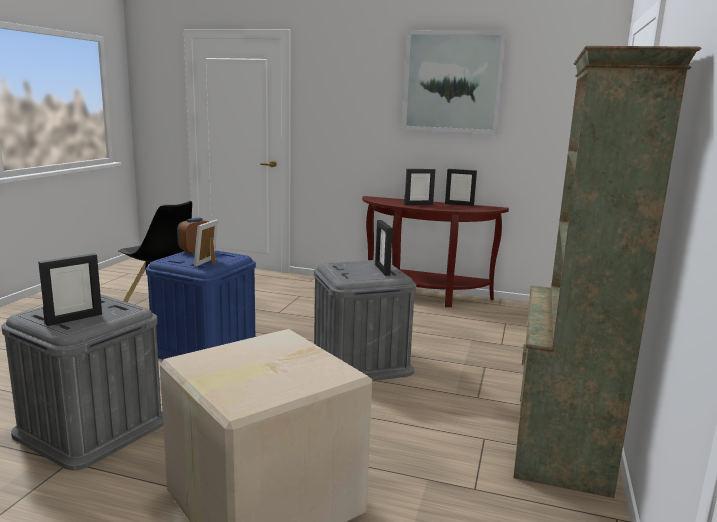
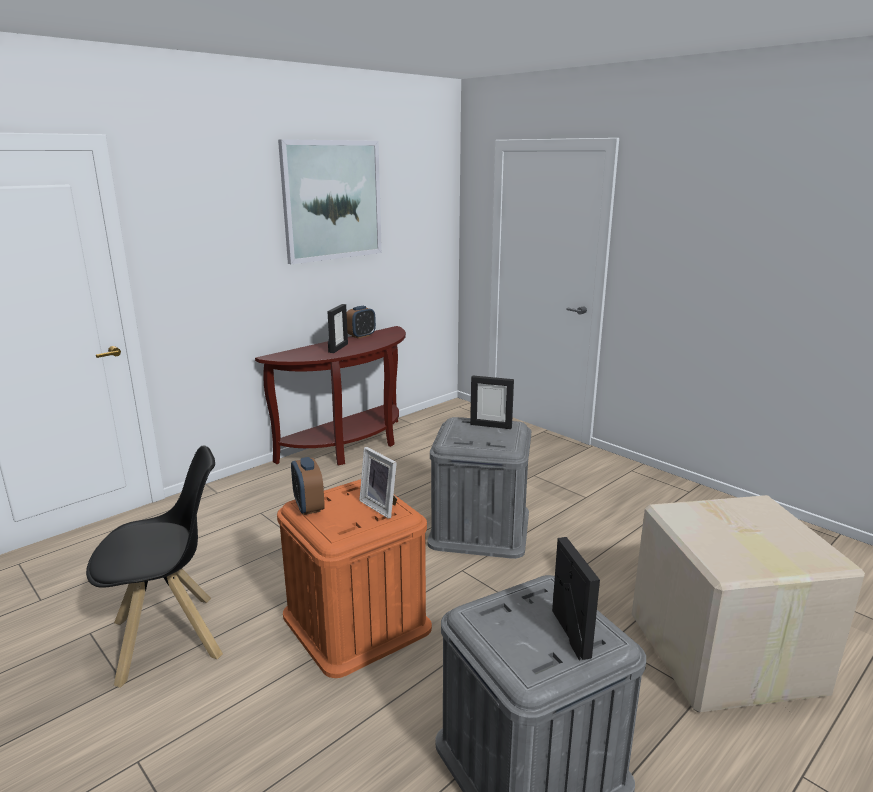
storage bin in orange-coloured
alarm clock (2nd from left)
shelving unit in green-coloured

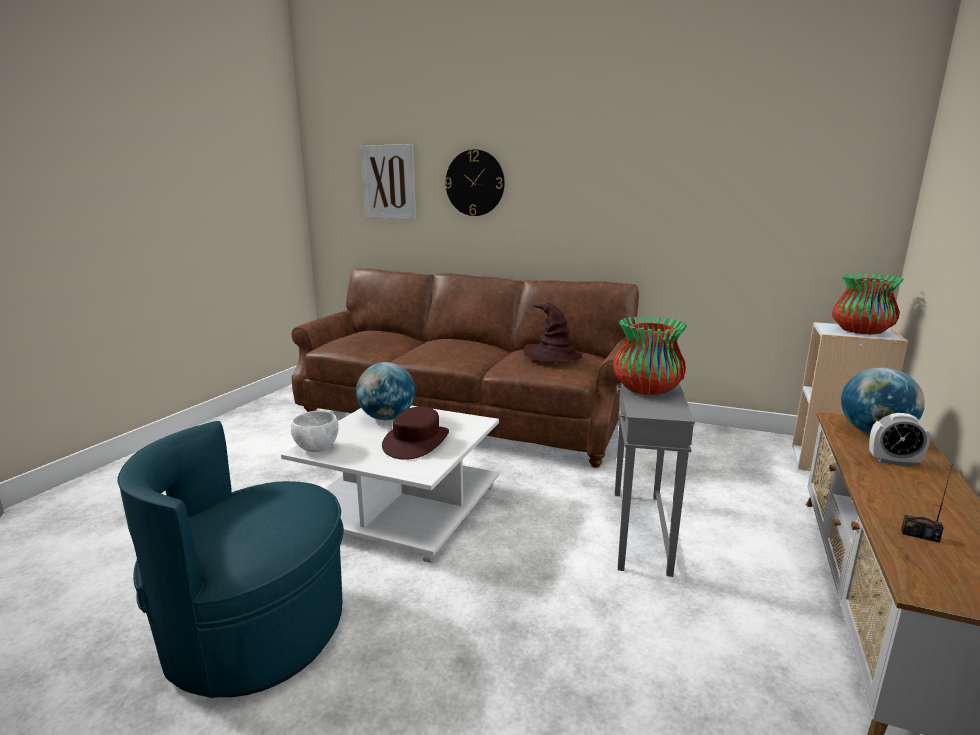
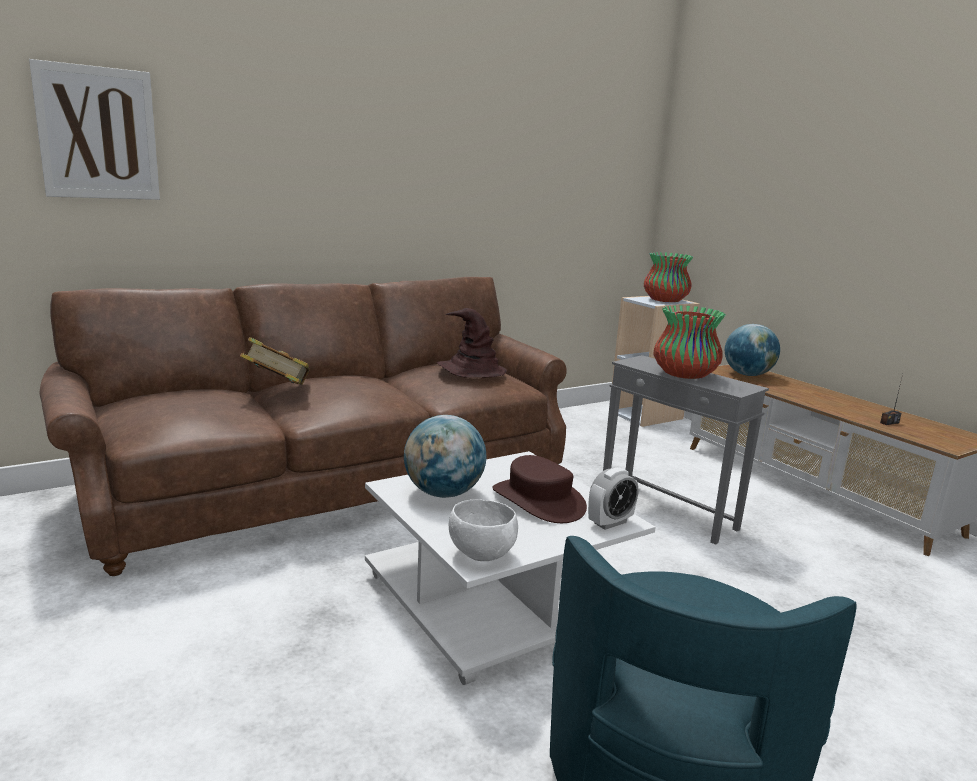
wall clock
alarm clock
book

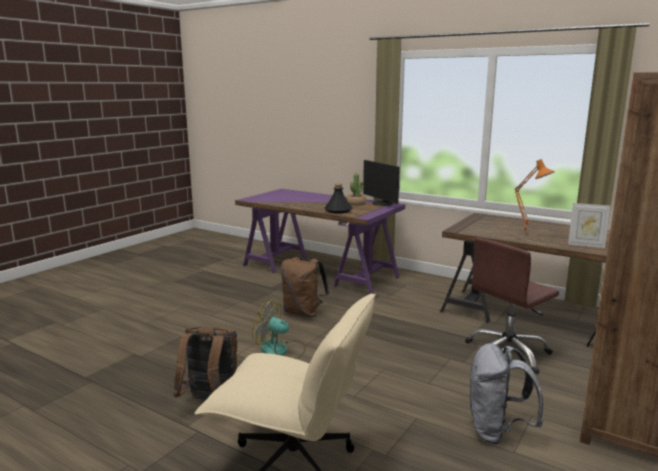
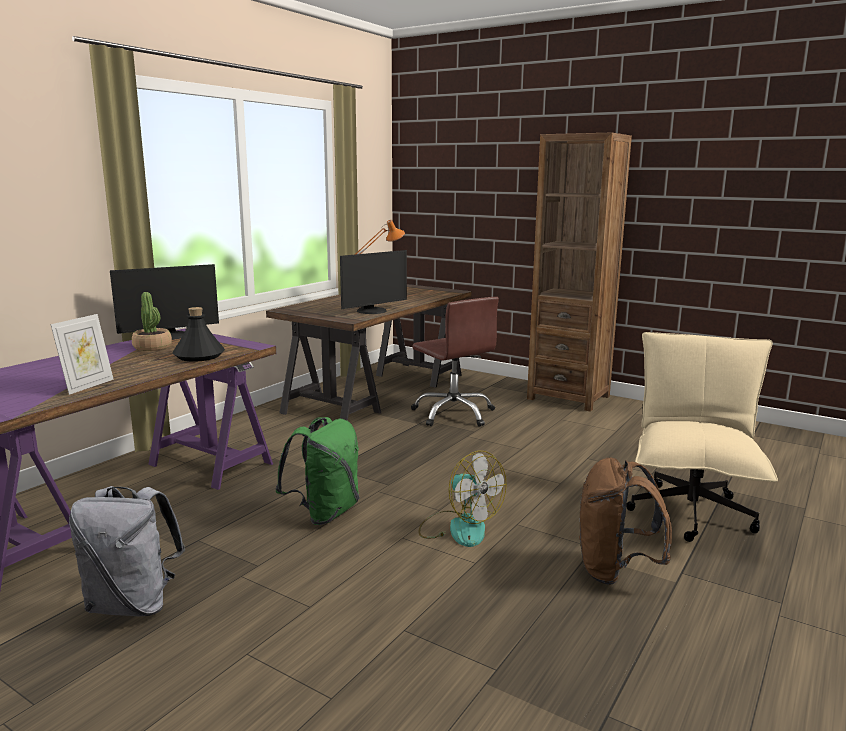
fan
backpack in green-coloured
backpack in grey
picture frame
computer display (2nd from left)

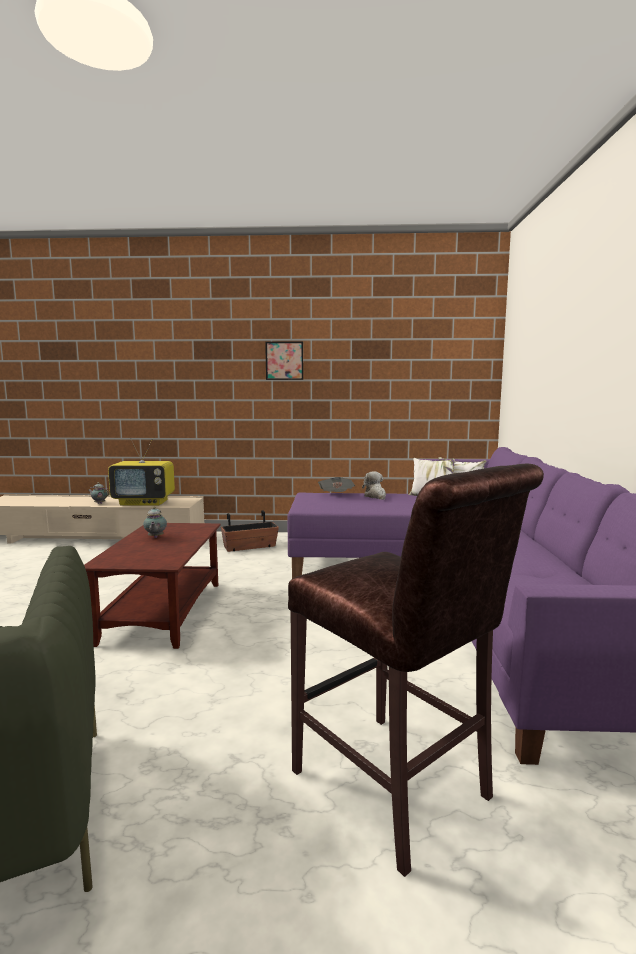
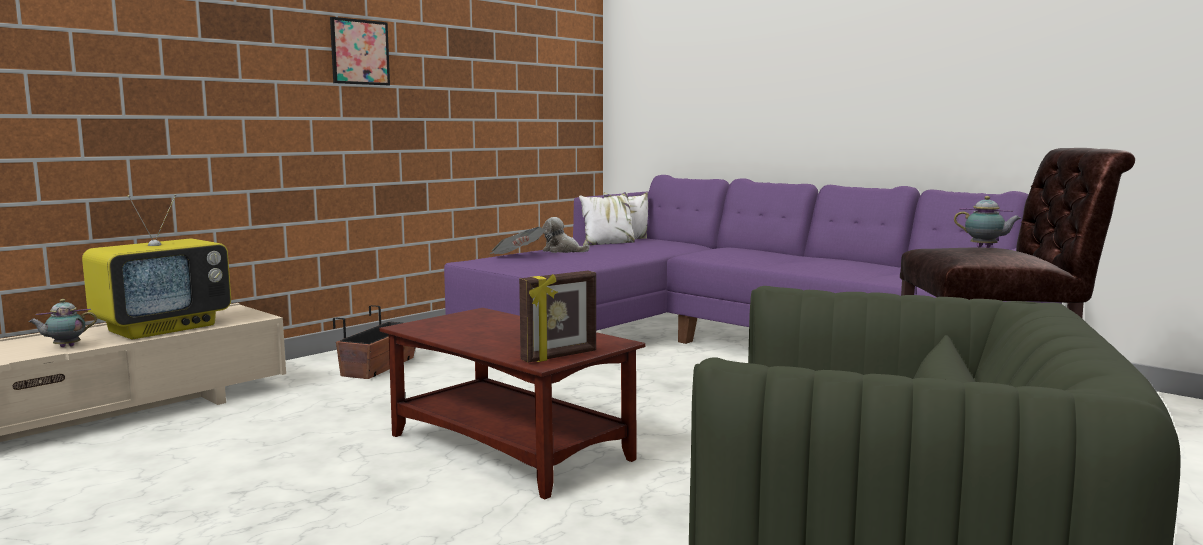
tea pot (2nd from left)
picture frame

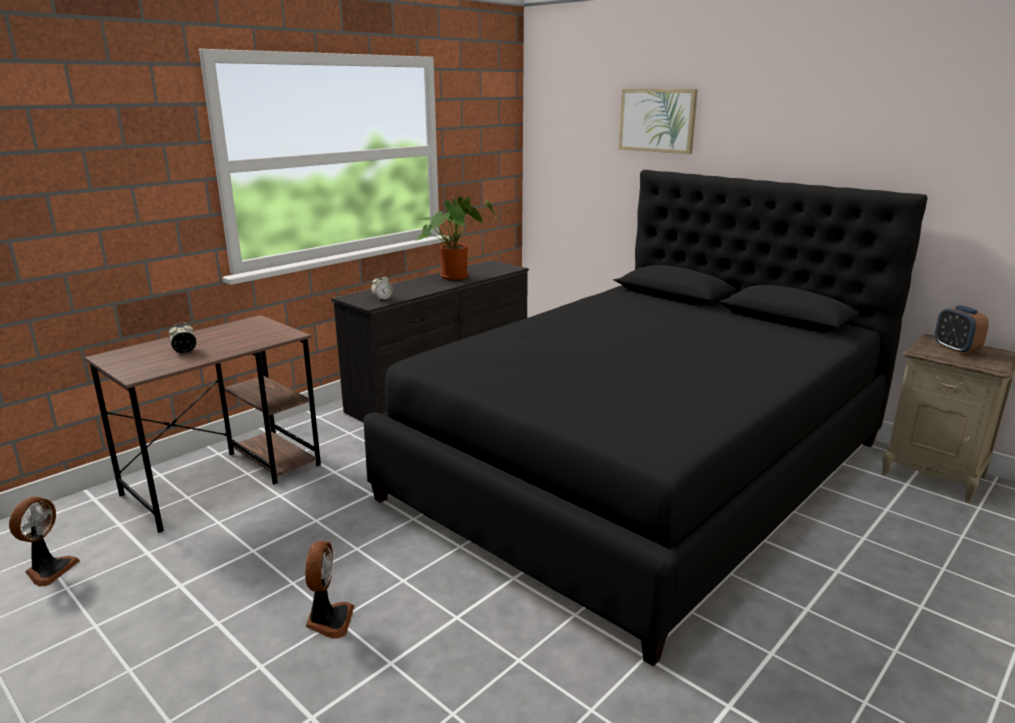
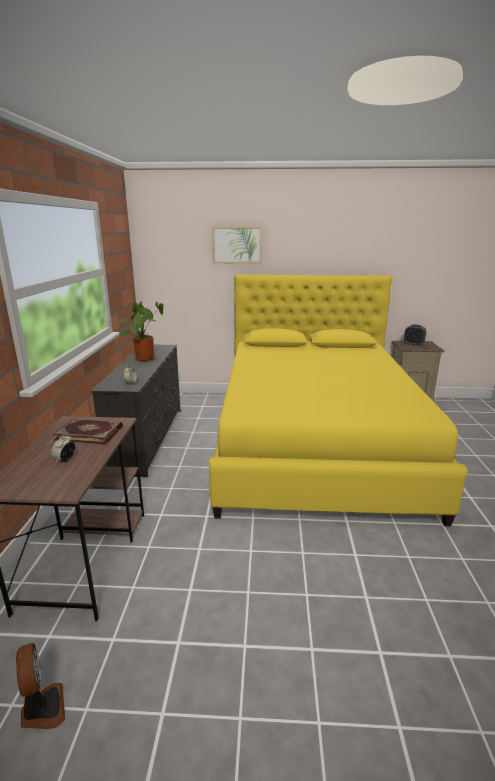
fan (2nd from left in the first image)
sleeping bed in yellow
book

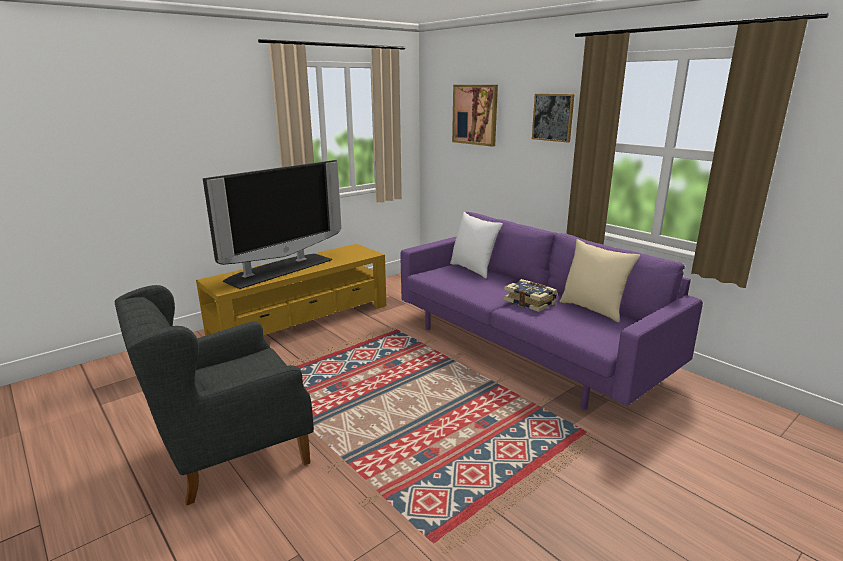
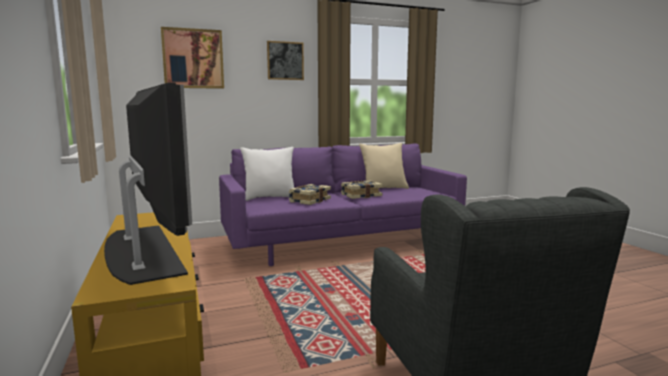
book (1st from left)

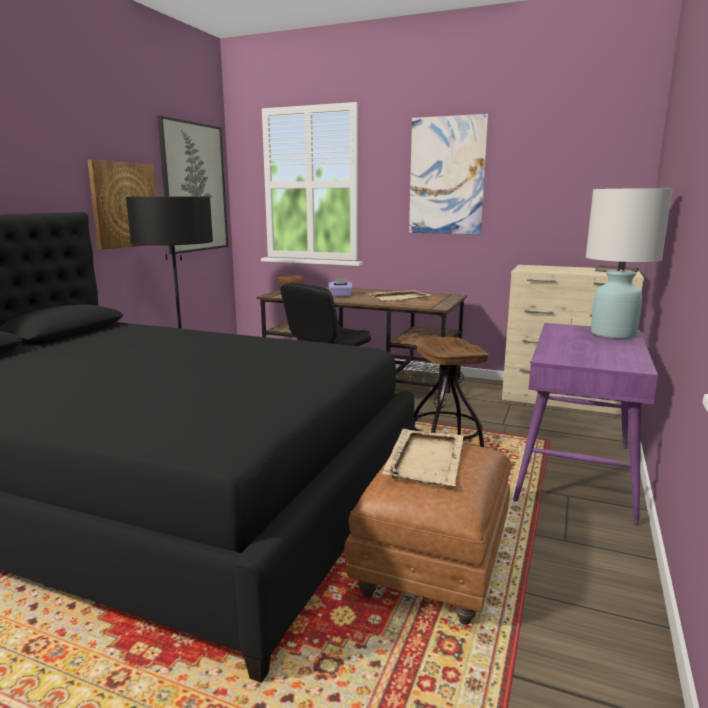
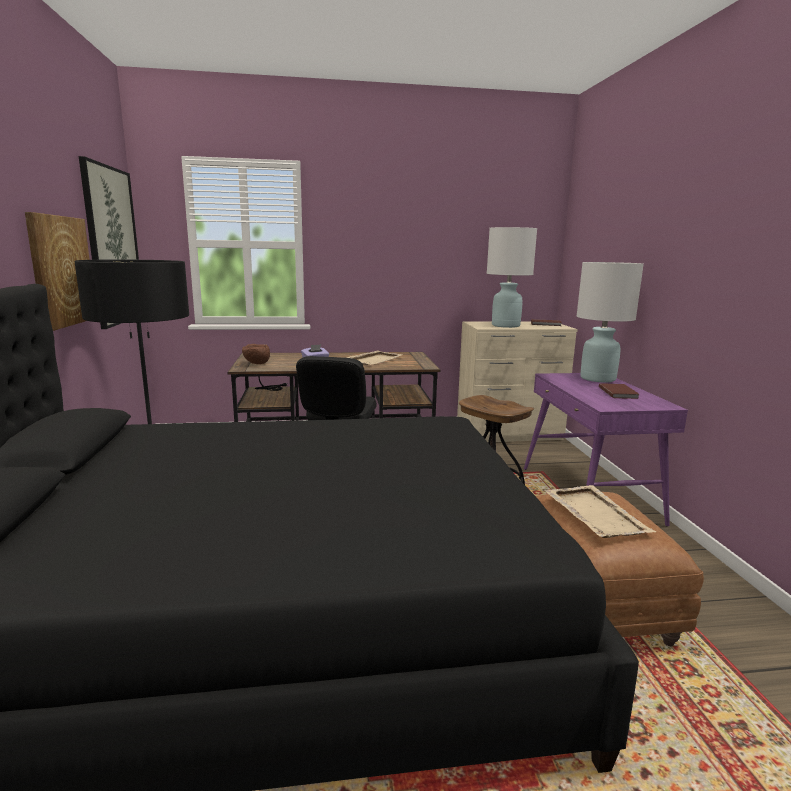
wall picture (3rd from left in the first image)
lamp for a table in white-coloured (1st from left)
book in brown-coloured (2nd from left)

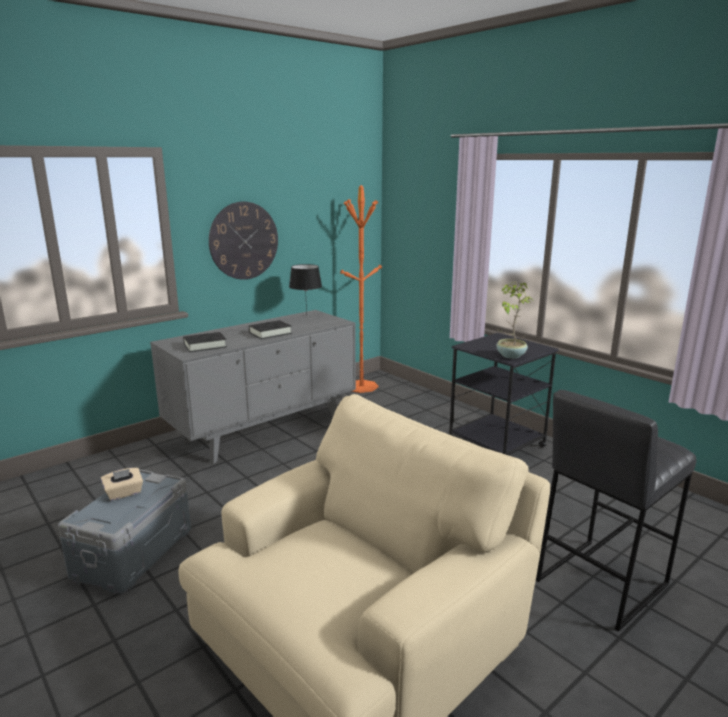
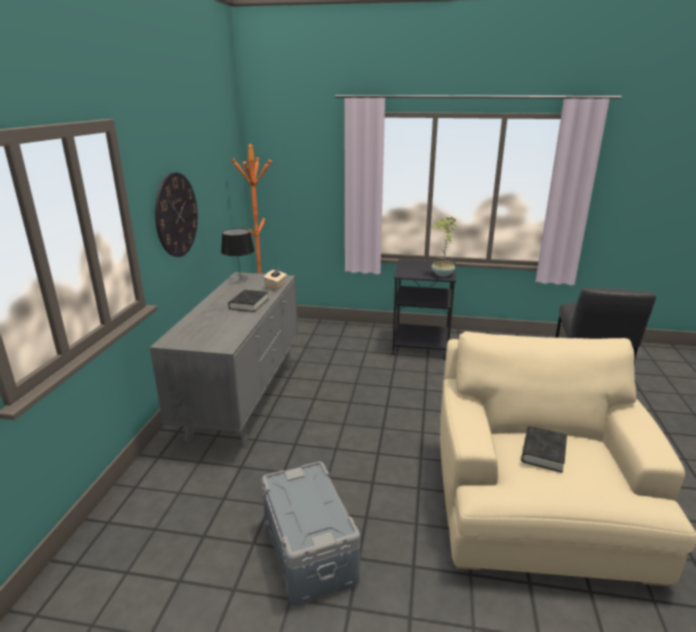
tissue box in sand-coloured
book in blackish (2nd from left)

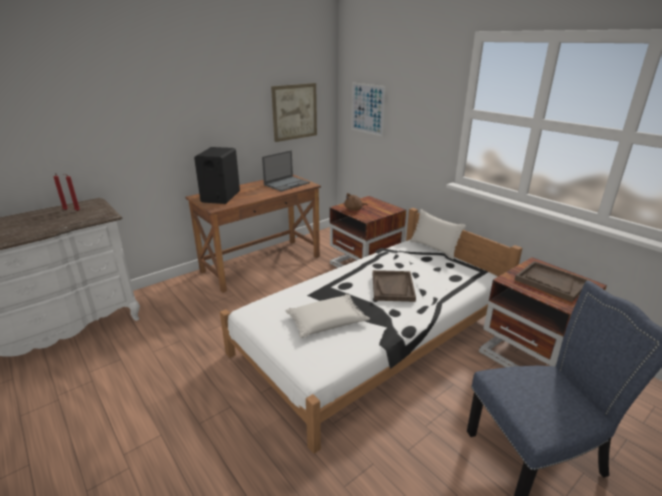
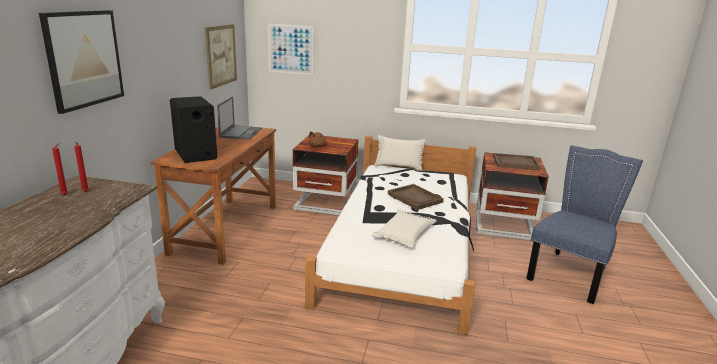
wall picture (1st from left)

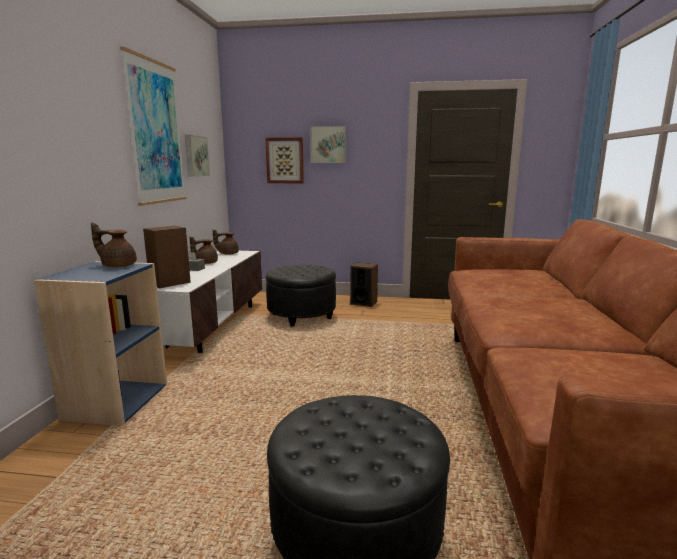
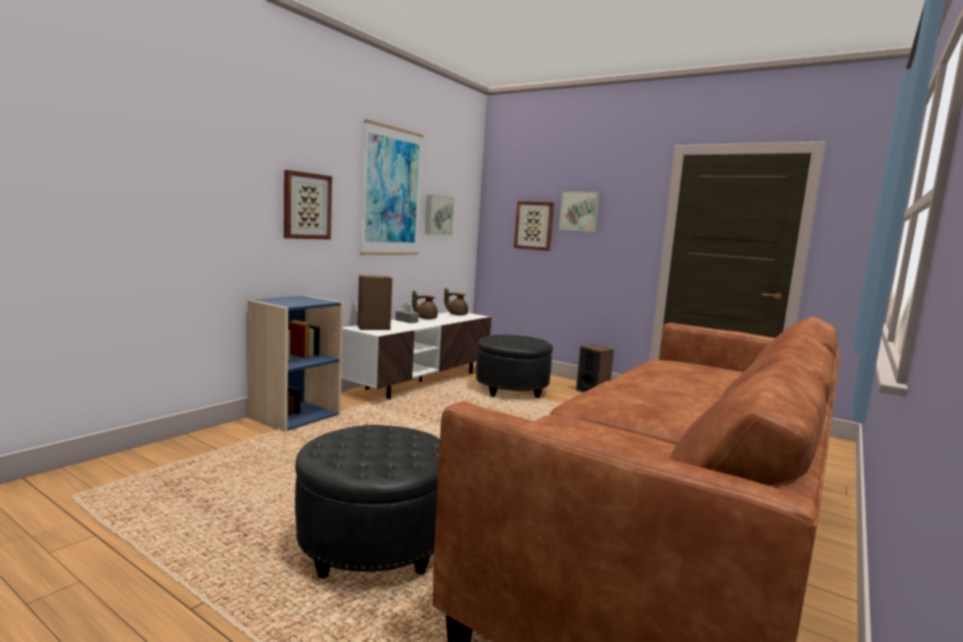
tea pot in brown-coloured (1st from left in the first image)
wall picture (1st from left)

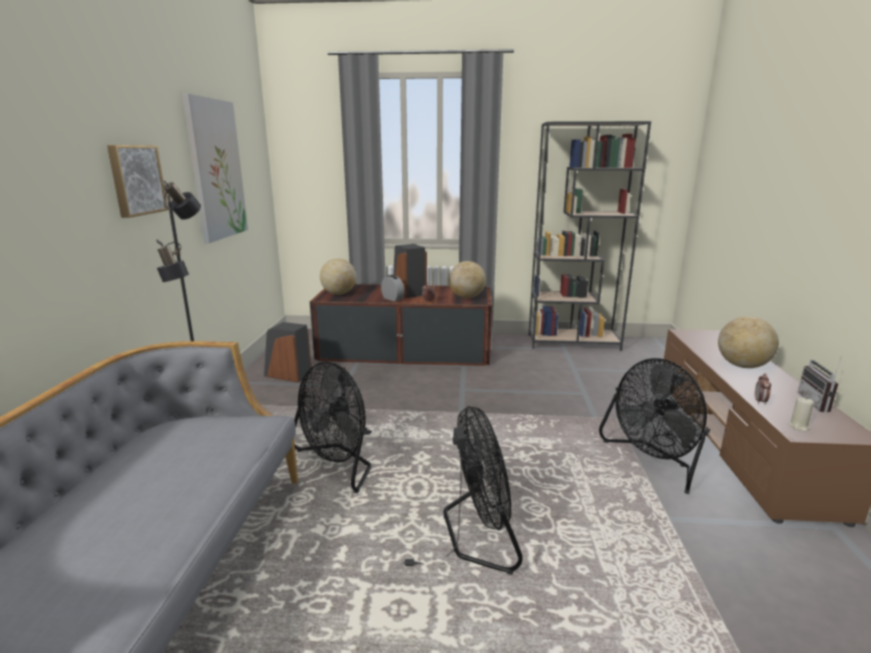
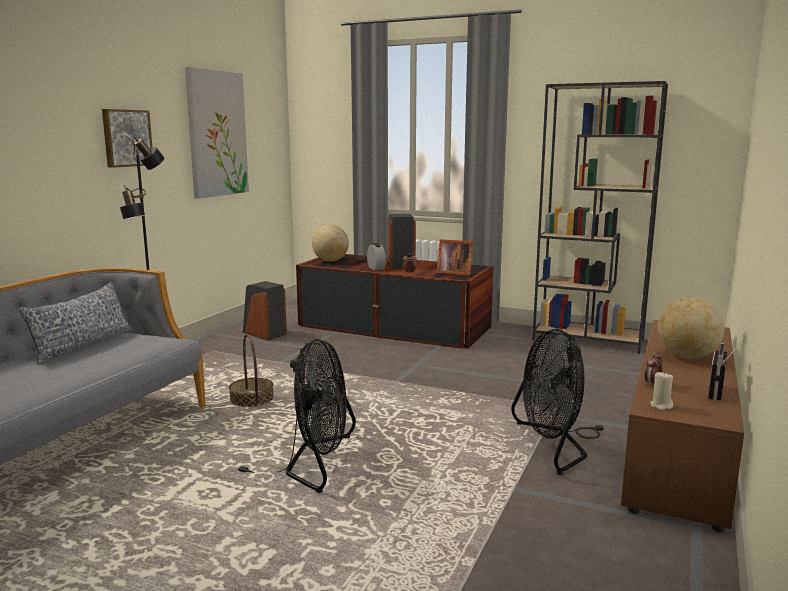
storage basket
picture frame
throw pillow

